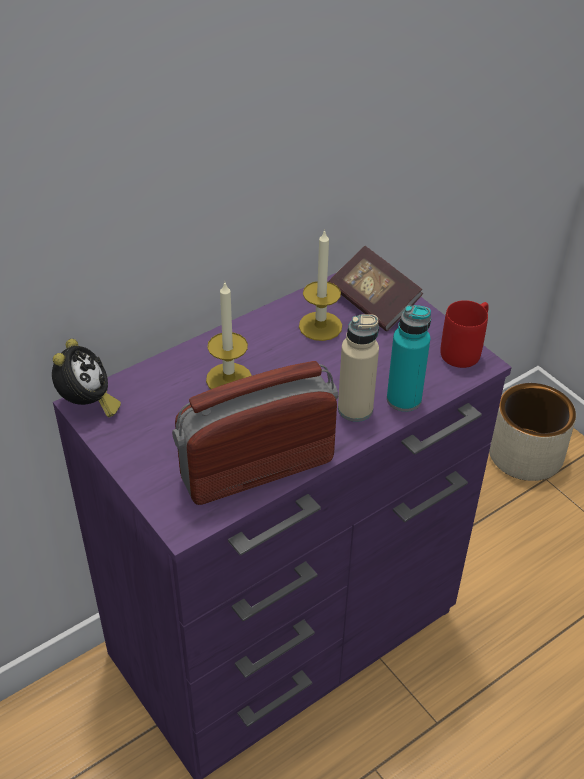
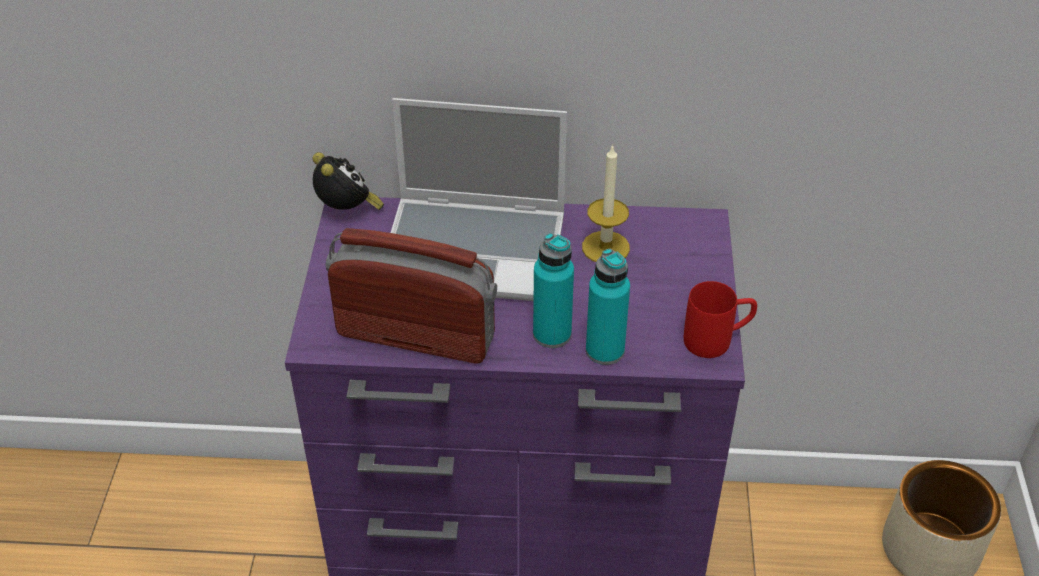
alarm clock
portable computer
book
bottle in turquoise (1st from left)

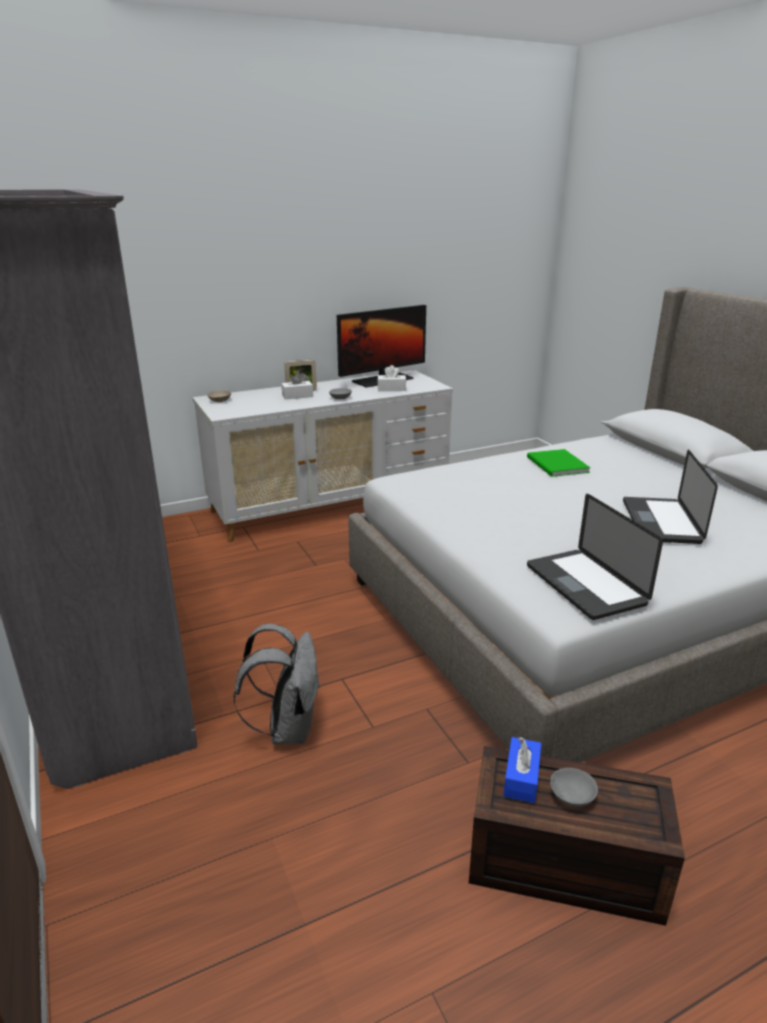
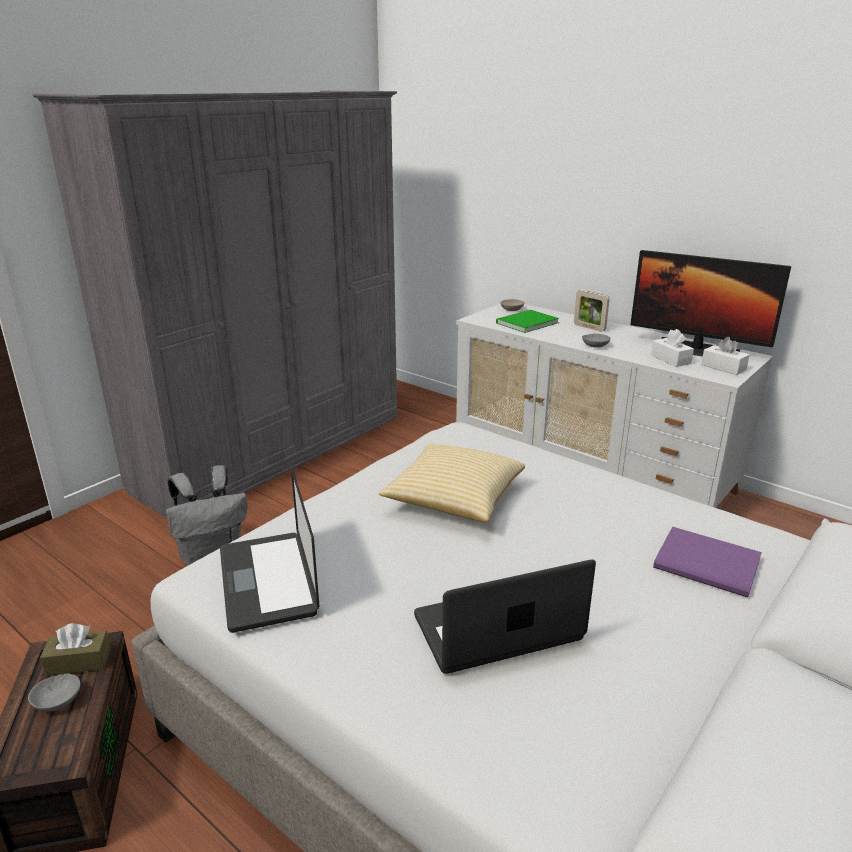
tissue box in white-coloured (2nd from left)
tissue box in brown-coloured
book in green-coloured
portable computer (1st from left)
throw pillow
book in purple

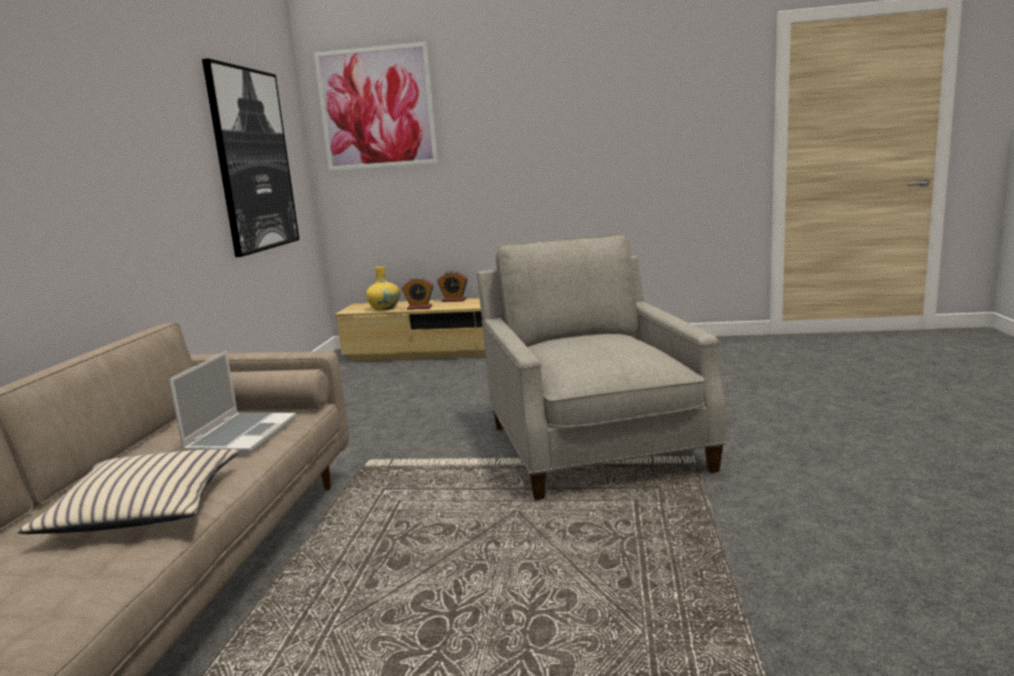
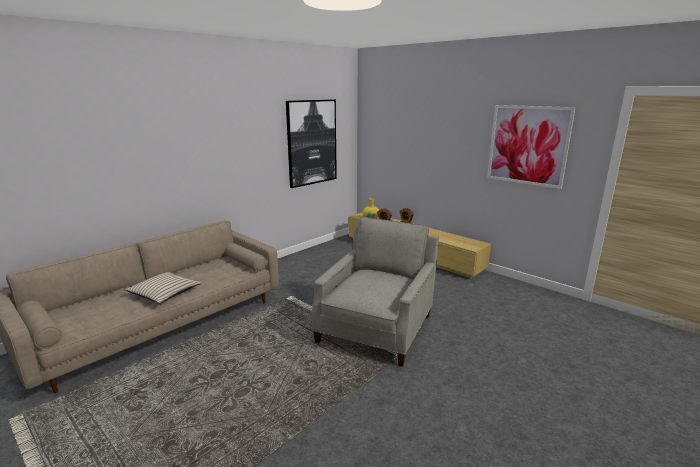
portable computer
wall picture (2nd from left)

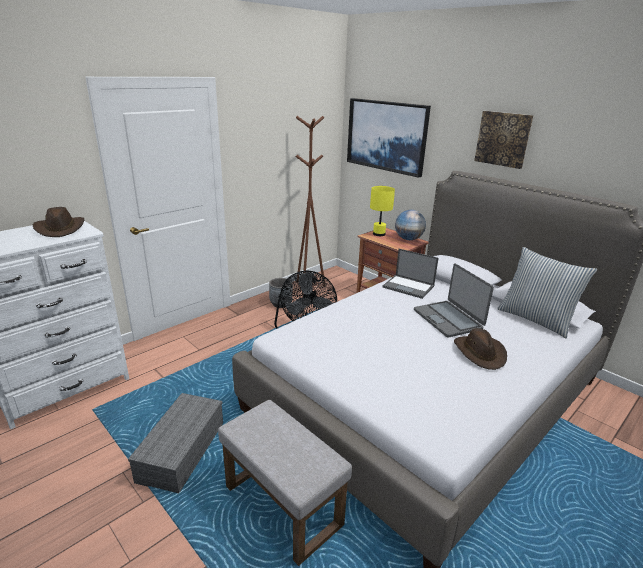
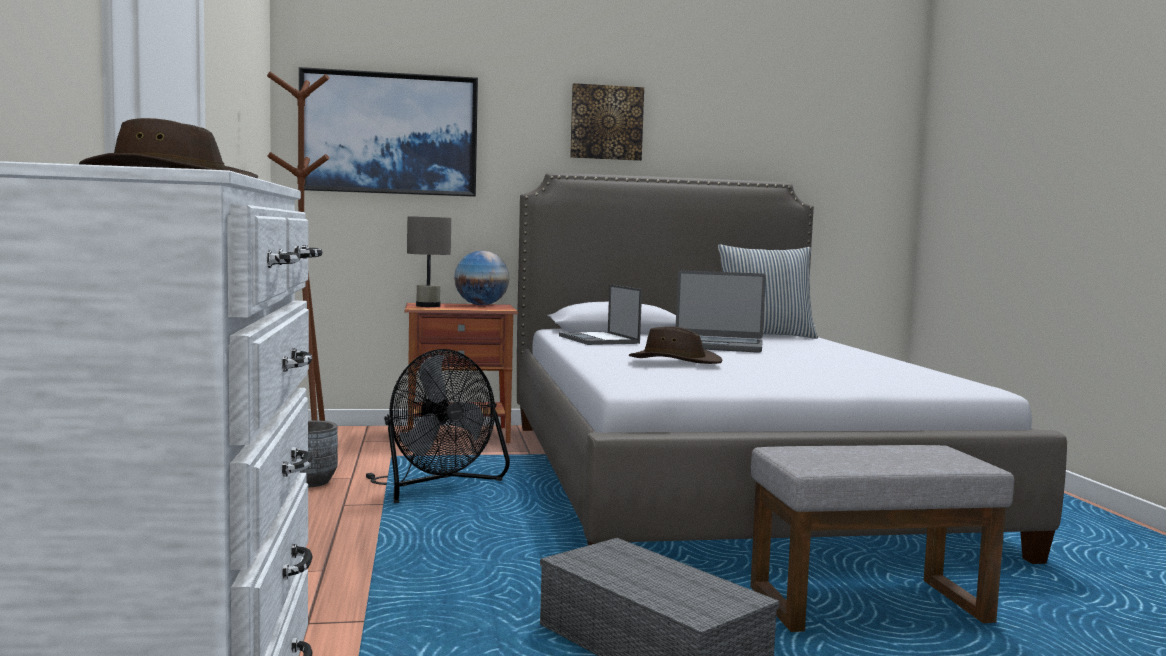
lamp for a table in grey
portable computer (1st from left)
clothing hat in brown-coloured (2nd from left)

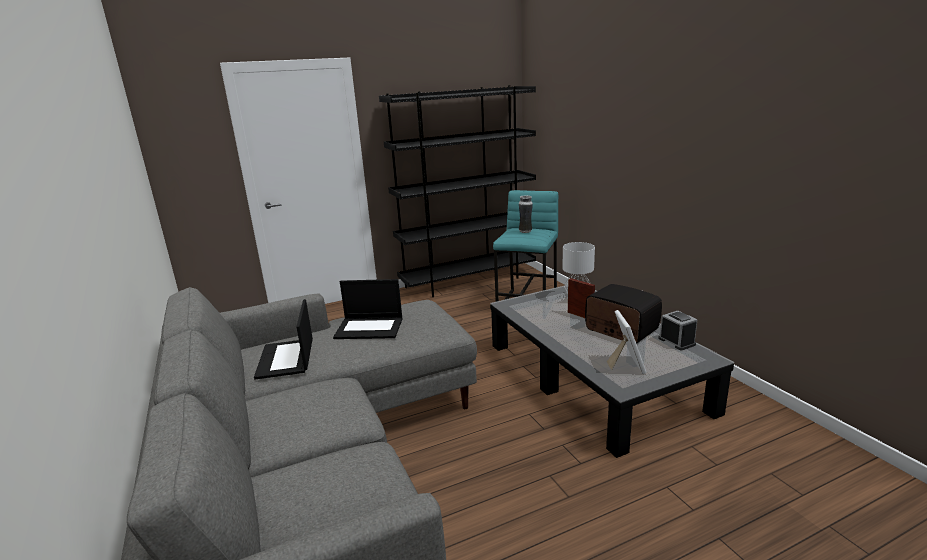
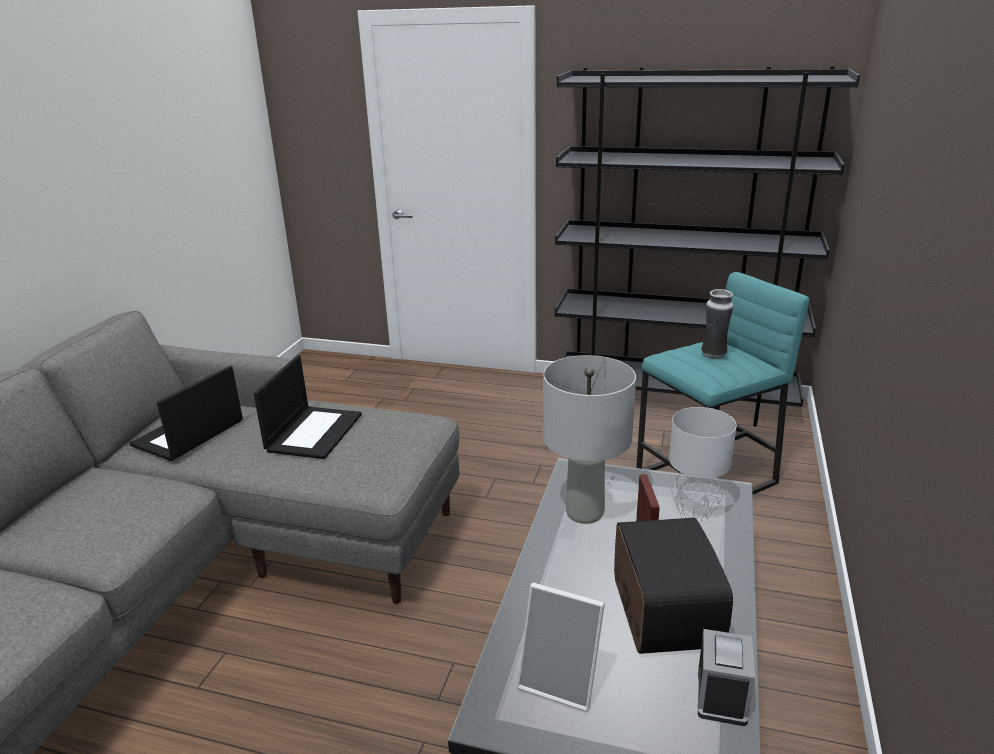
portable computer (2nd from left)
picture frame (1st from left)
lamp for a table in grey (1st from left)

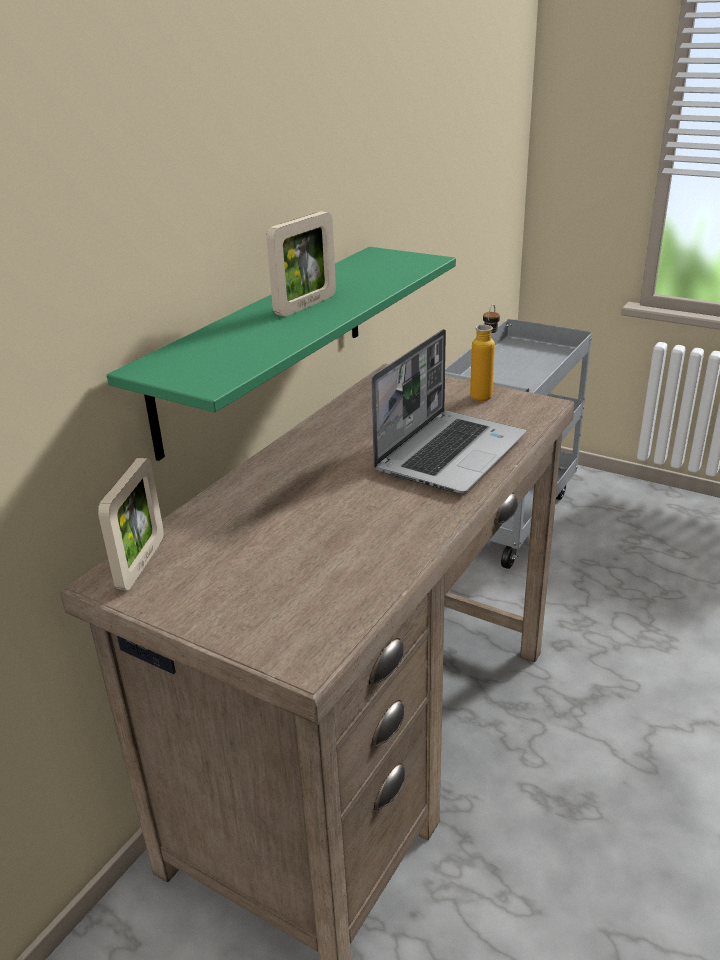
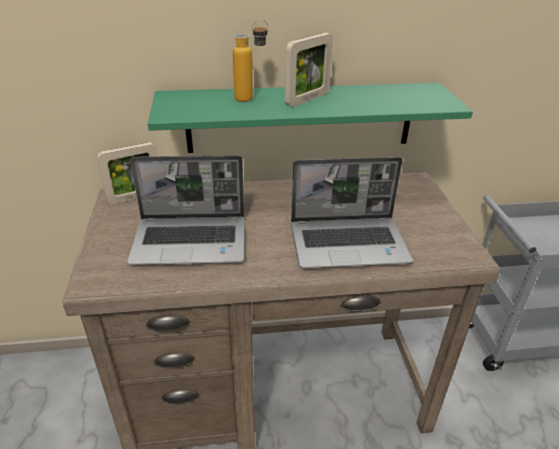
picture frame (2nd from left)
bottle
portable computer (1st from left)

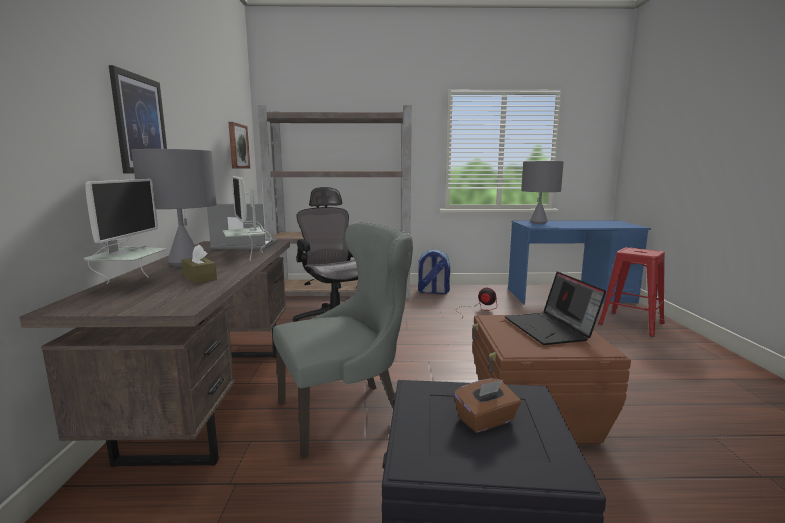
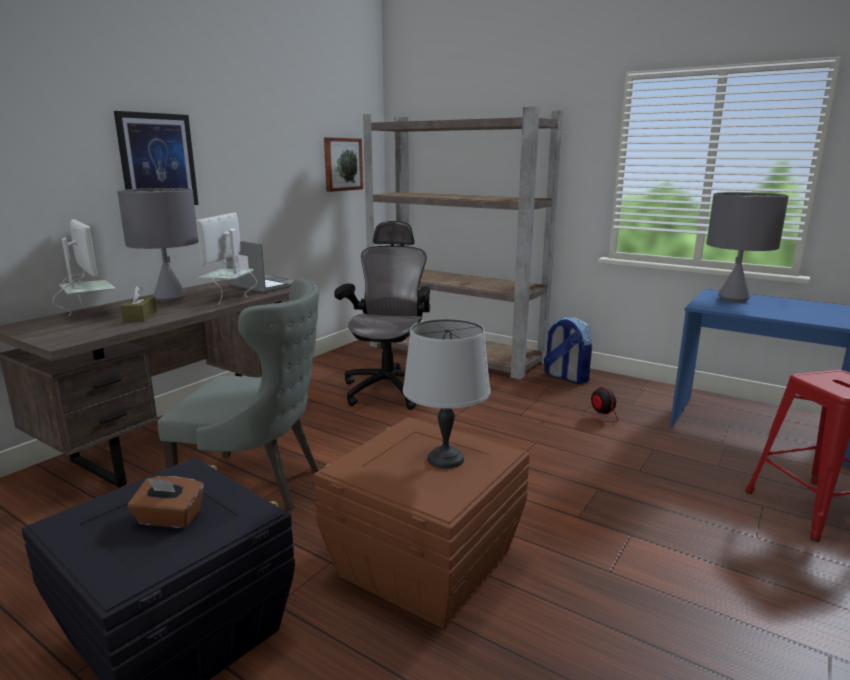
computer display (1st from left)
lamp for a table in grey (2nd from left)

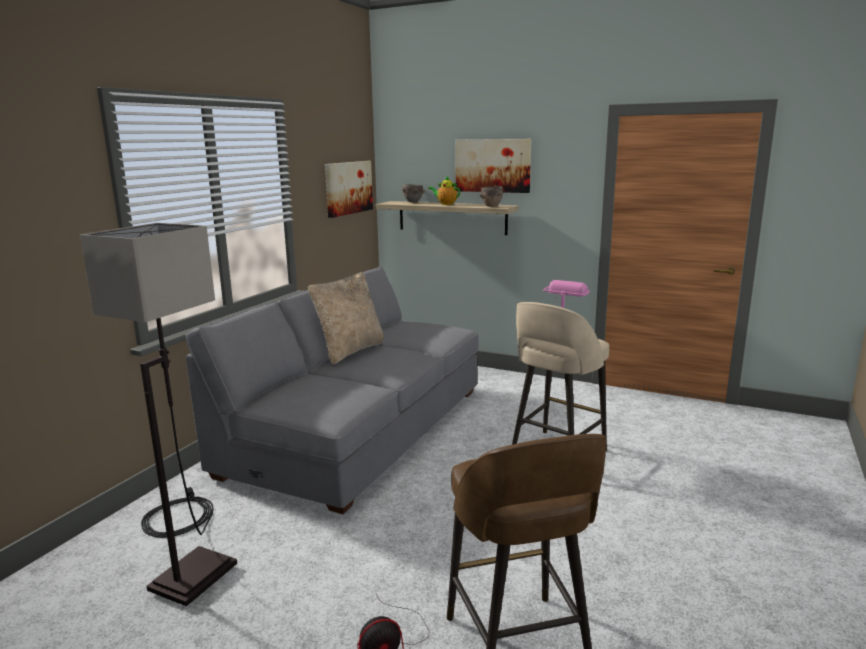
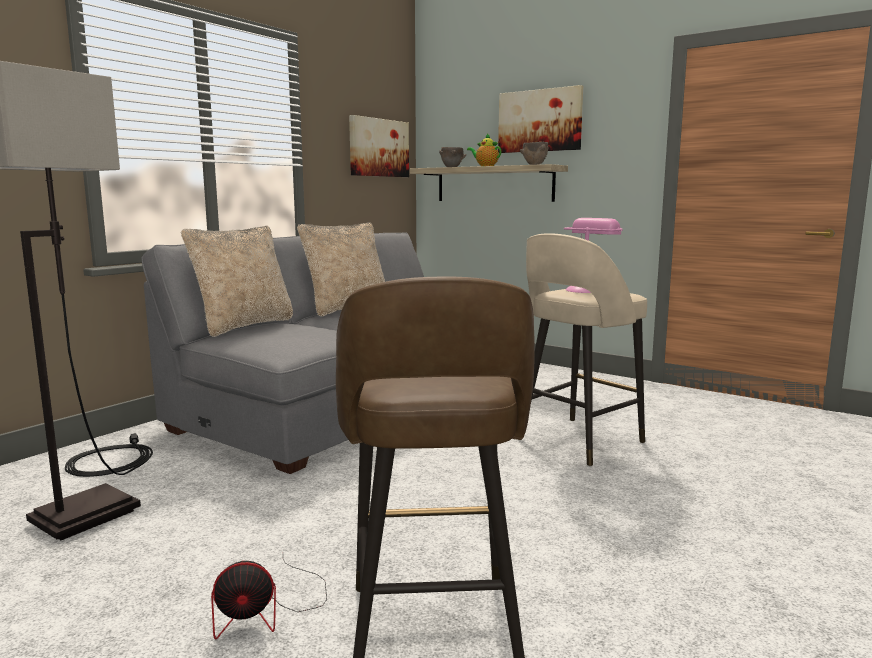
throw pillow in sand-coloured (1st from left)

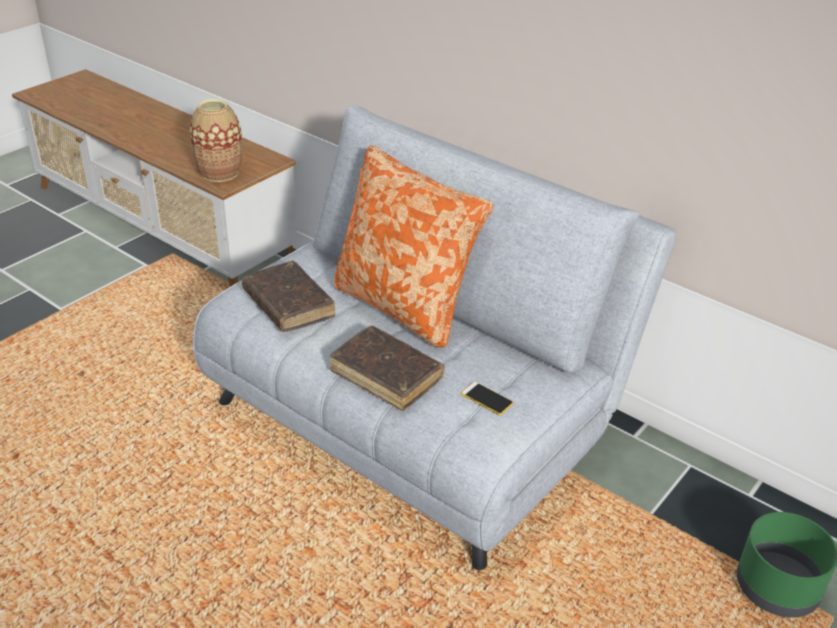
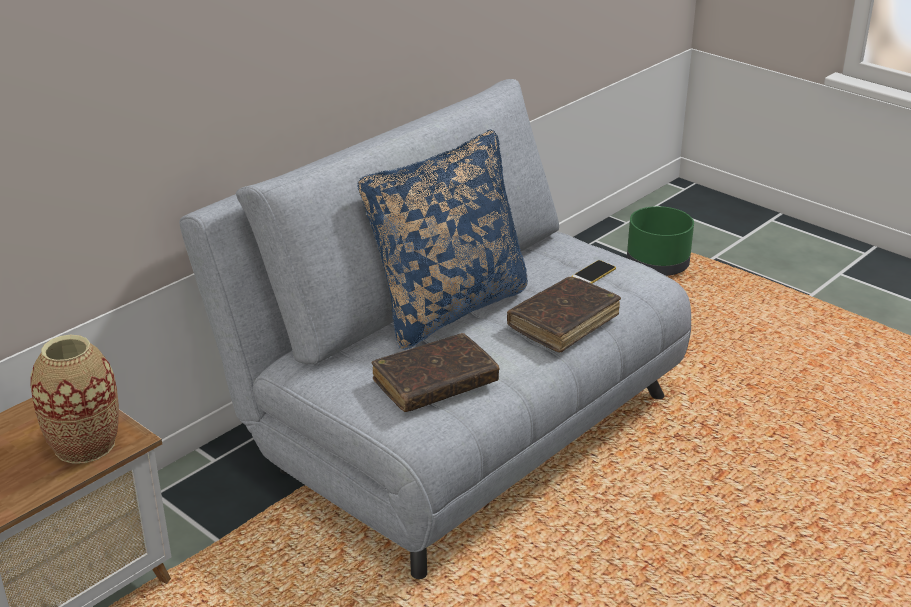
throw pillow in bluish

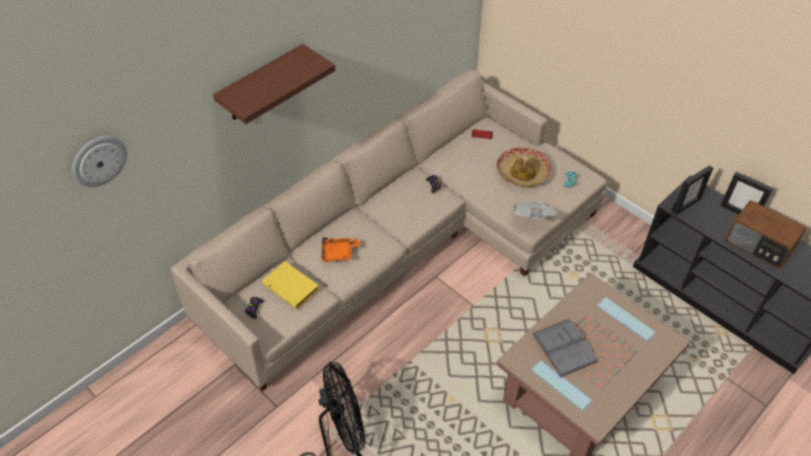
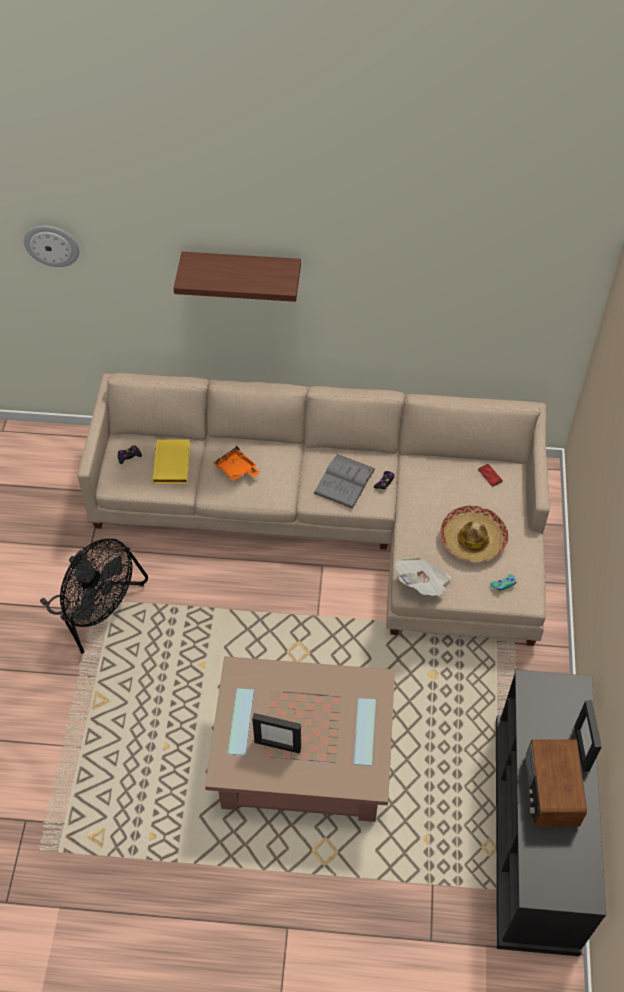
book in grey
picture frame (1st from left)

